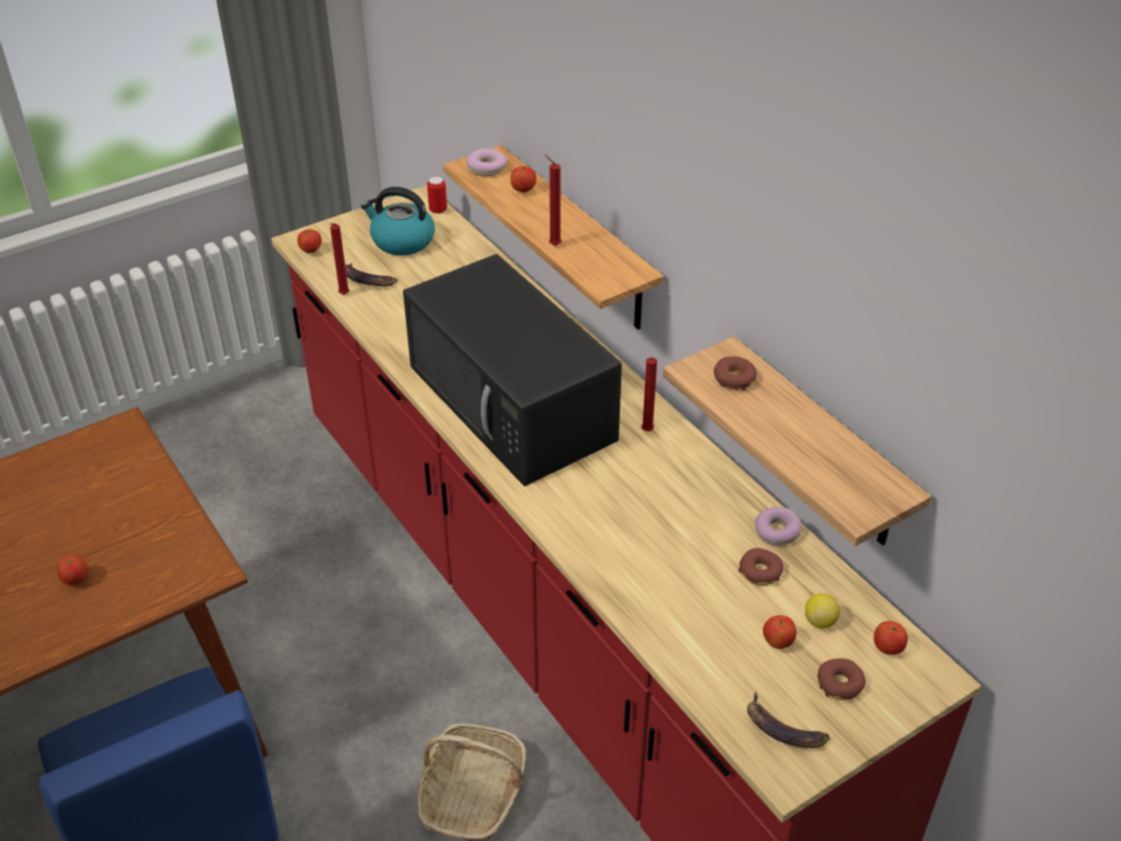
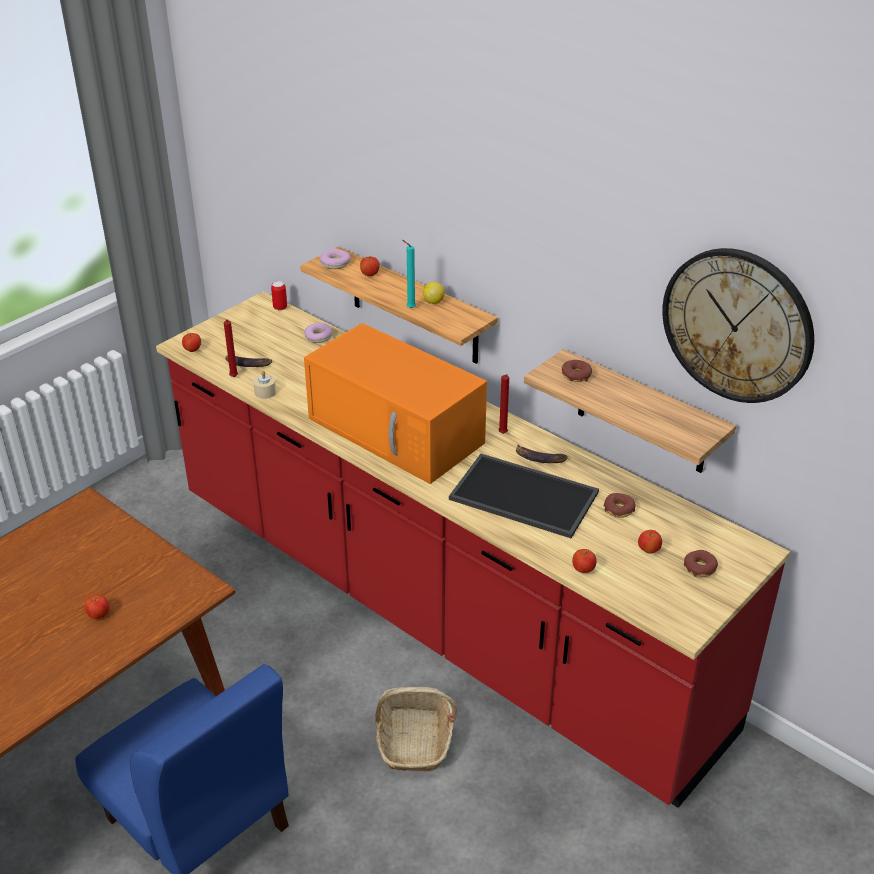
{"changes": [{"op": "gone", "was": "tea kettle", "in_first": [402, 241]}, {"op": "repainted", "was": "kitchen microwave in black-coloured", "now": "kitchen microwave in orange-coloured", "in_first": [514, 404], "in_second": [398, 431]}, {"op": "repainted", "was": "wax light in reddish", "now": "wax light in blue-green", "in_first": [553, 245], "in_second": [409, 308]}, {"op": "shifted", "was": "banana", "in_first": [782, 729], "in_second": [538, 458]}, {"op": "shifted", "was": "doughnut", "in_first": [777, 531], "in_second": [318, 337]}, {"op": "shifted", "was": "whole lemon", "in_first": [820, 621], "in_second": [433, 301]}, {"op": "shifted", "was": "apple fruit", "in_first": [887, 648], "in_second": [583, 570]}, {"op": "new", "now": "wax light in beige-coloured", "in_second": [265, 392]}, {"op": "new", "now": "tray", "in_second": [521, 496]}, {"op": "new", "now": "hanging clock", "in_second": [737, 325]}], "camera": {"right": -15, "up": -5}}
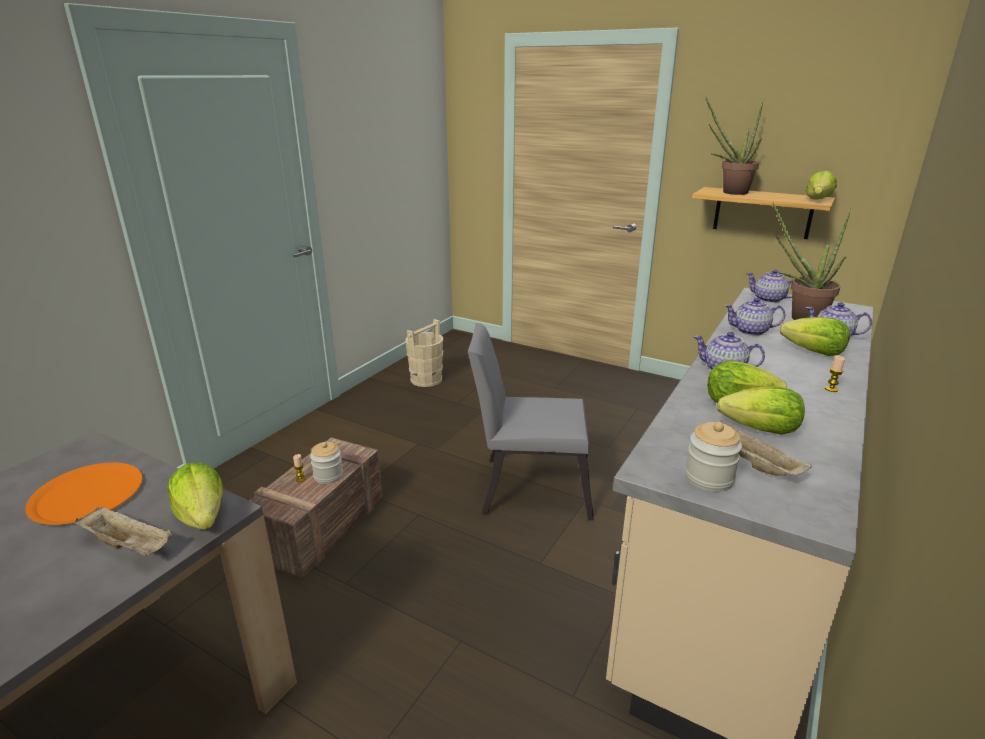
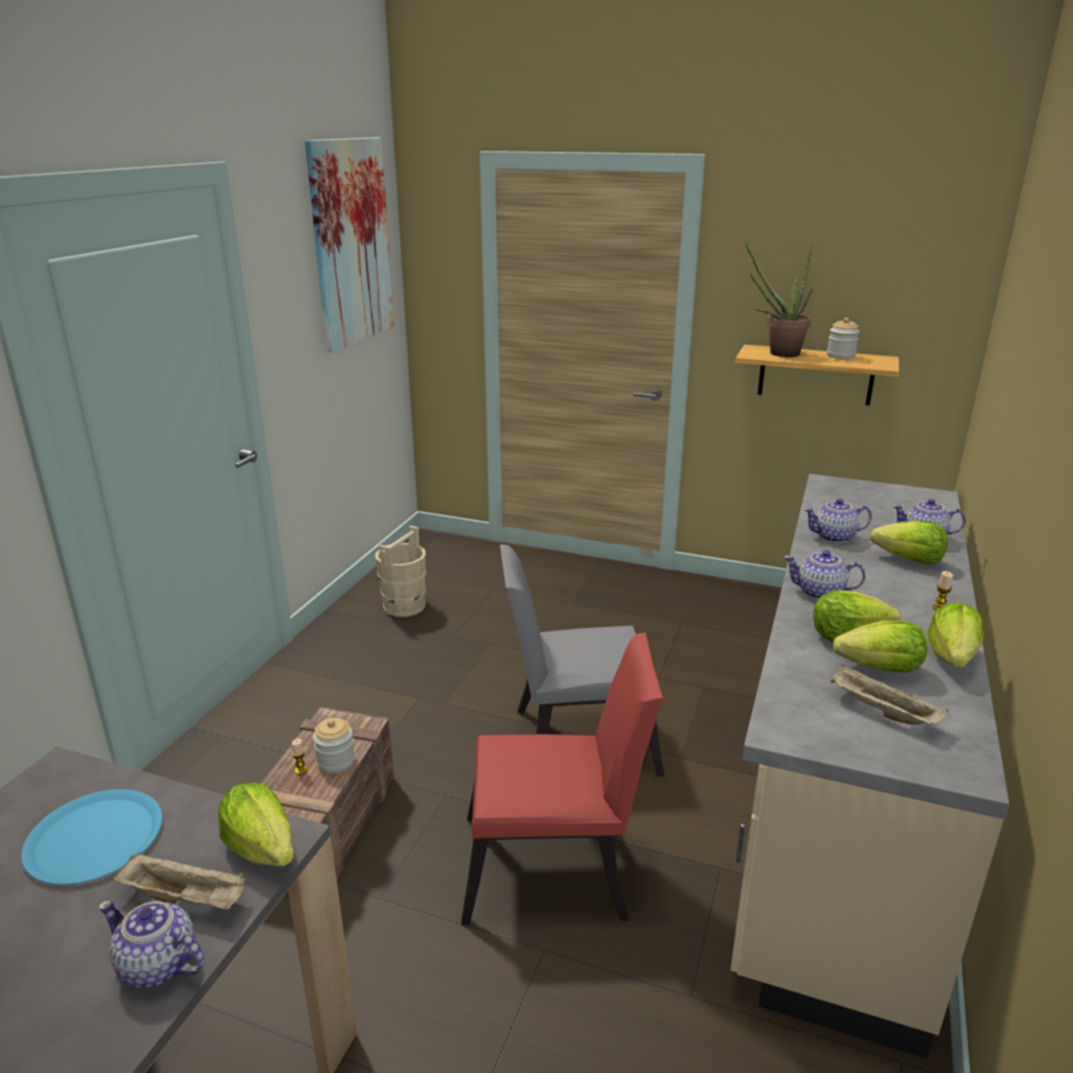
{"changes": [{"op": "repainted", "was": "plate in orange-coloured", "now": "plate in blue", "in_first": [87, 495], "in_second": [95, 838]}, {"op": "shifted", "was": "storage jar", "in_first": [709, 478], "in_second": [840, 356]}, {"op": "shifted", "was": "tea pot", "in_first": [769, 299], "in_second": [158, 965]}, {"op": "gone", "was": "potted plant", "in_first": [799, 318]}, {"op": "shifted", "was": "head of lettuce", "in_first": [818, 200], "in_second": [952, 657]}, {"op": "new", "now": "picture", "in_second": [351, 243]}, {"op": "new", "now": "chair in reddish", "in_second": [556, 867]}], "camera": {"right": -10, "up": 0}}
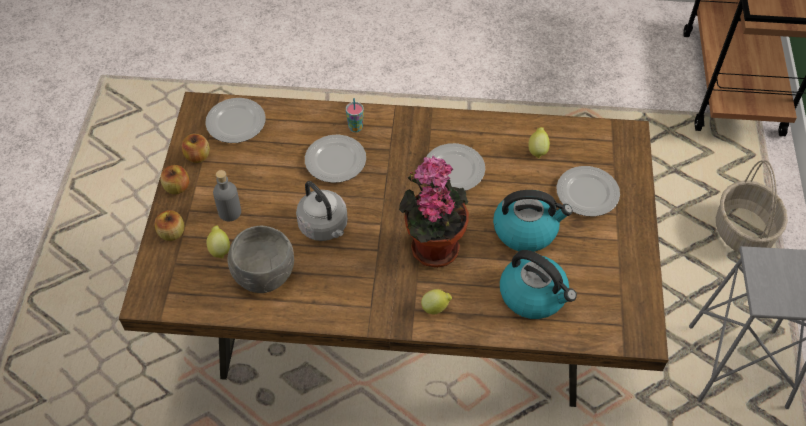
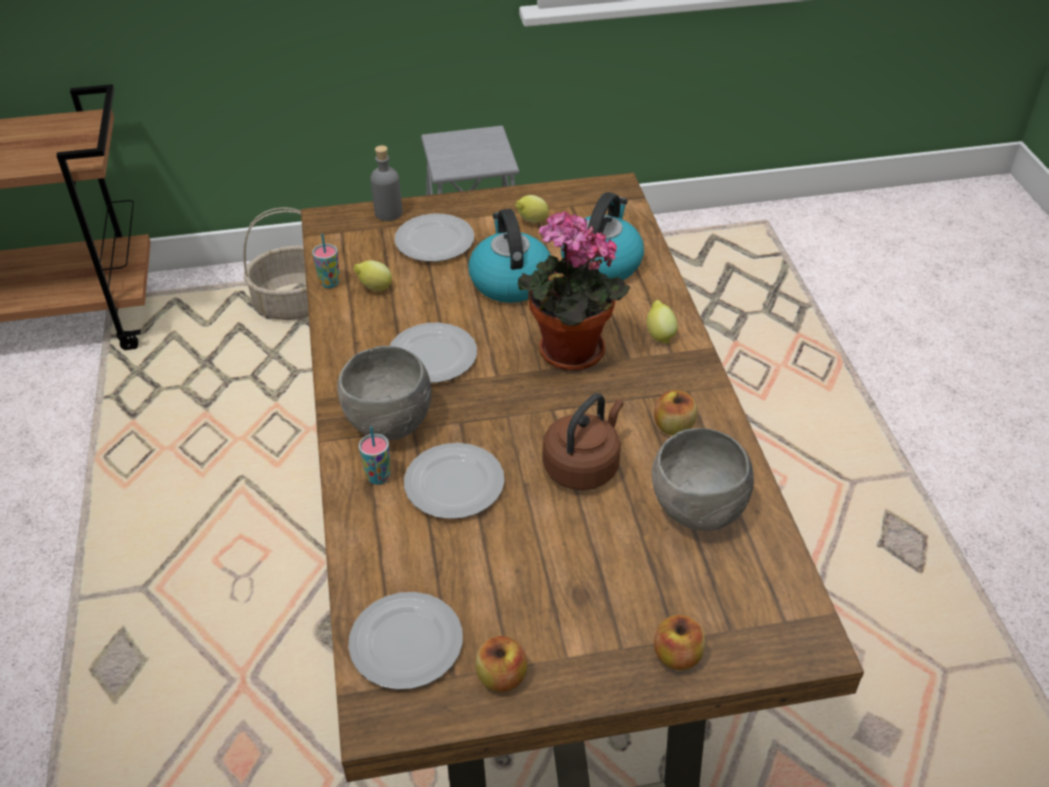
{"changes": [{"op": "shifted", "was": "apple fruit", "in_first": [177, 187], "in_second": [673, 427]}, {"op": "shifted", "was": "whole lemon", "in_first": [220, 249], "in_second": [531, 221]}, {"op": "shifted", "was": "bottle in greyish", "in_first": [230, 212], "in_second": [388, 213]}, {"op": "repainted", "was": "tea kettle in greyish", "now": "tea kettle in brownish", "in_first": [325, 227], "in_second": [583, 466]}, {"op": "new", "now": "cup", "in_second": [330, 283]}, {"op": "new", "now": "bowl in greyish", "in_second": [388, 424]}], "camera": {"right": -105, "up": -10}}
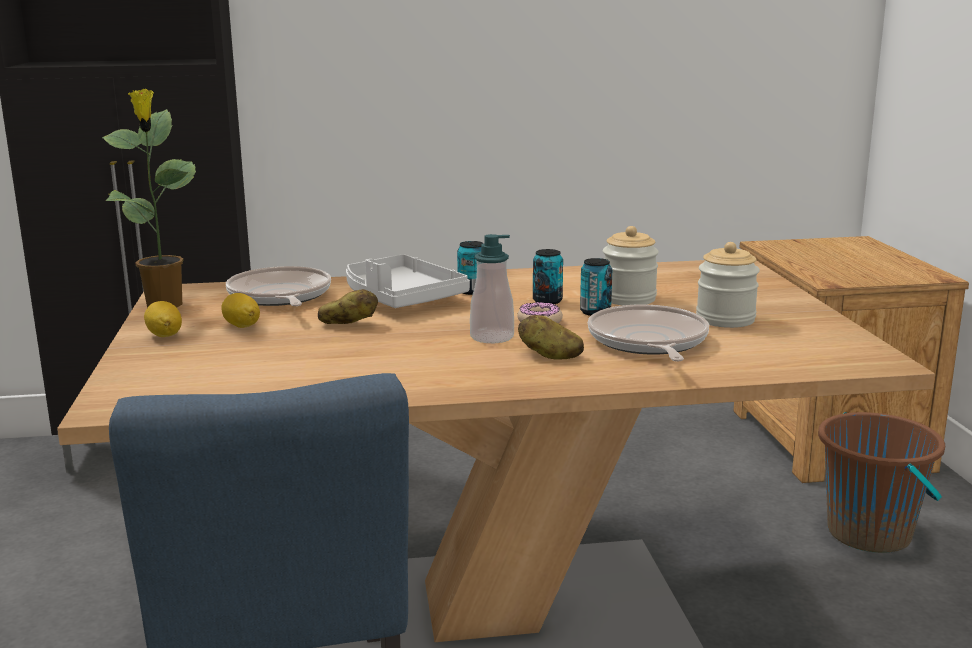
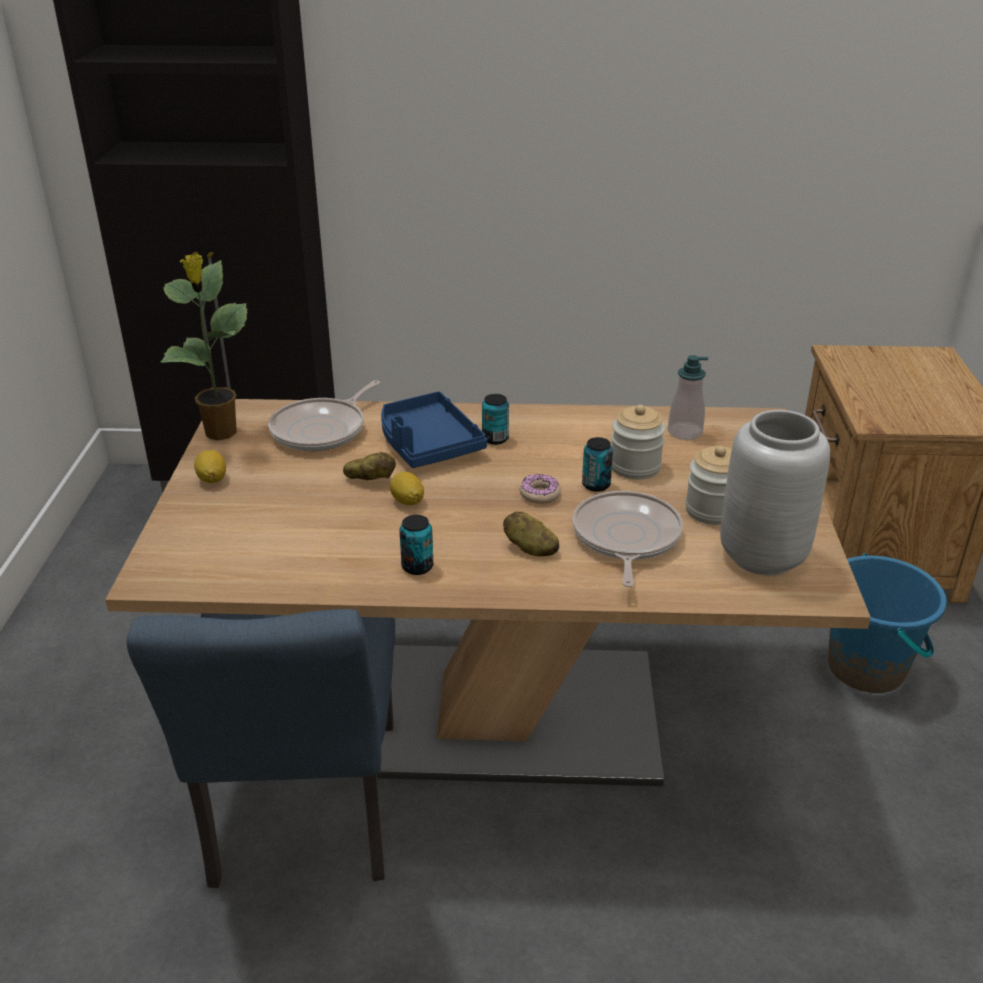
{"changes": [{"op": "shifted", "was": "whole lemon", "in_first": [242, 326], "in_second": [407, 501]}, {"op": "rotated", "was": "pan", "in_first": [280, 297], "in_second": [322, 430], "clockwise": -135}, {"op": "repainted", "was": "tray in greyish", "now": "tray in blue", "in_first": [400, 298], "in_second": [427, 444]}, {"op": "shifted", "was": "soap bottle", "in_first": [492, 337], "in_second": [684, 432]}, {"op": "shifted", "was": "metal can", "in_first": [547, 301], "in_second": [417, 567]}, {"op": "repainted", "was": "pail in brownish", "now": "pail in blue", "in_first": [869, 533], "in_second": [867, 668]}, {"op": "new", "now": "decorative vase in greyish", "in_second": [762, 557]}], "camera": {"right": 10, "up": 15}}
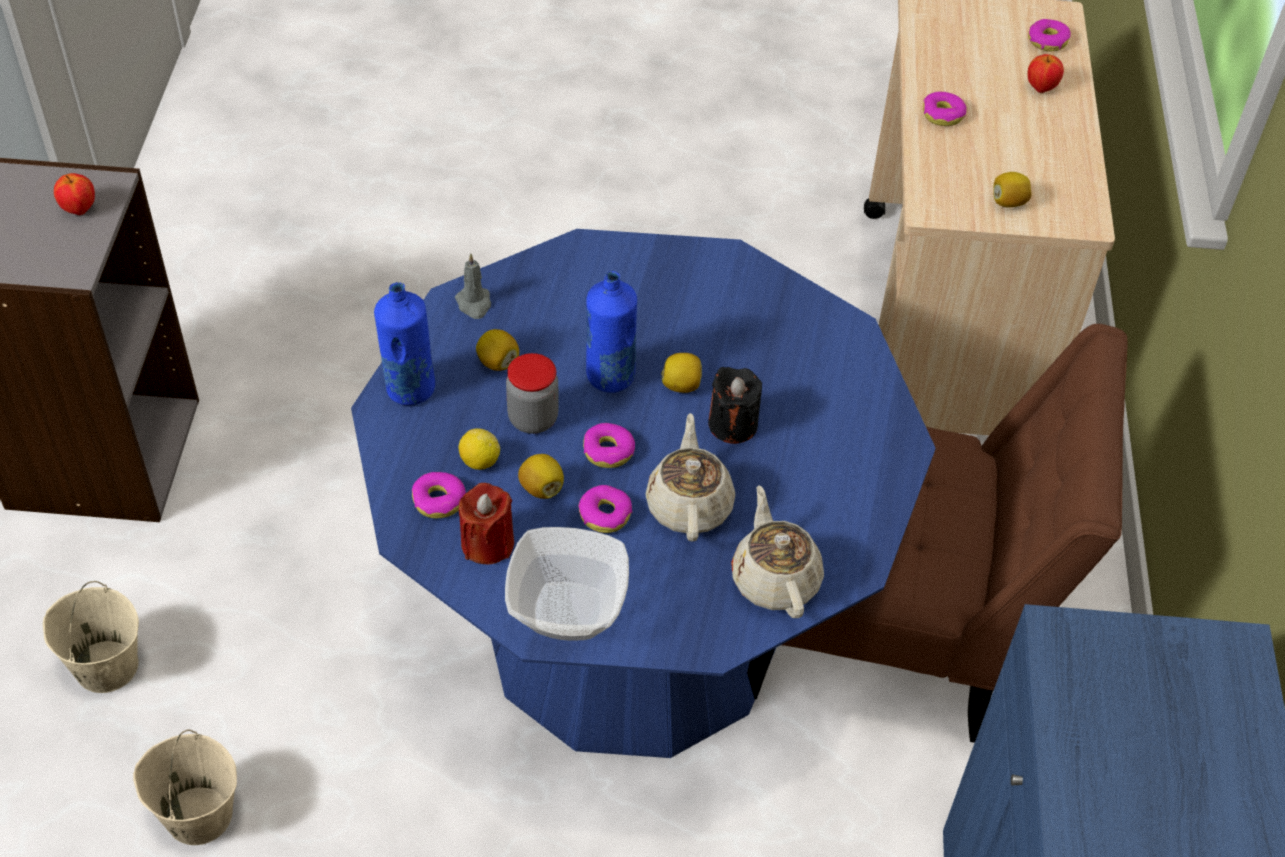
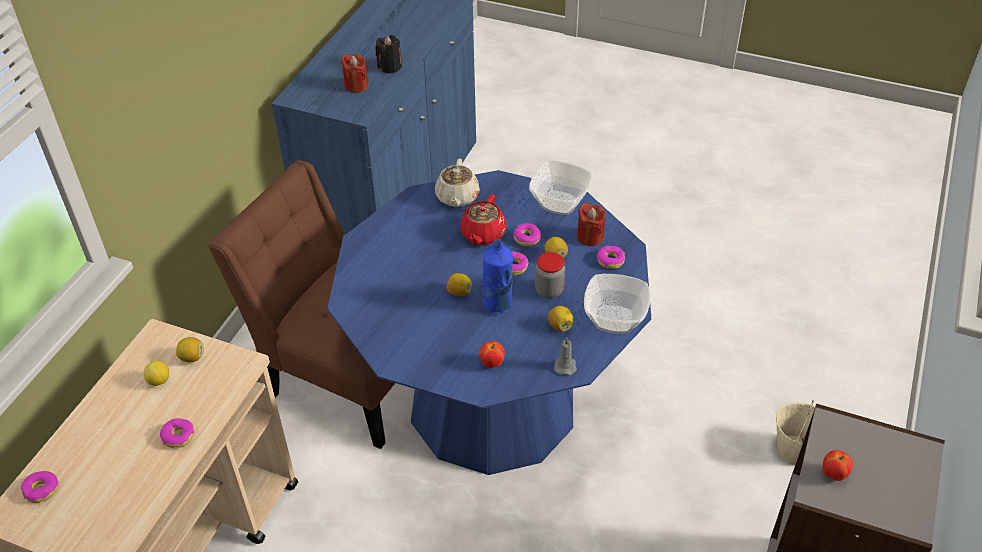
{"changes": [{"op": "gone", "was": "pail in beige-coloured", "in_first": [198, 815]}, {"op": "swapped", "was": "bottle in blue", "now": "bowl", "in_first": [410, 389], "in_second": [615, 320]}, {"op": "shifted", "was": "whole lemon", "in_first": [479, 461], "in_second": [159, 381]}, {"op": "repainted", "was": "tea pot in beige-coloured", "now": "tea pot in reddish", "in_first": [689, 504], "in_second": [483, 234]}, {"op": "shifted", "was": "wax light in black-coloured", "in_first": [732, 424], "in_second": [390, 66]}, {"op": "shifted", "was": "apple fruit", "in_first": [1041, 88], "in_second": [492, 363]}, {"op": "new", "now": "wax light in reddish", "in_second": [356, 85]}], "camera": {"right": -160, "up": -5}}
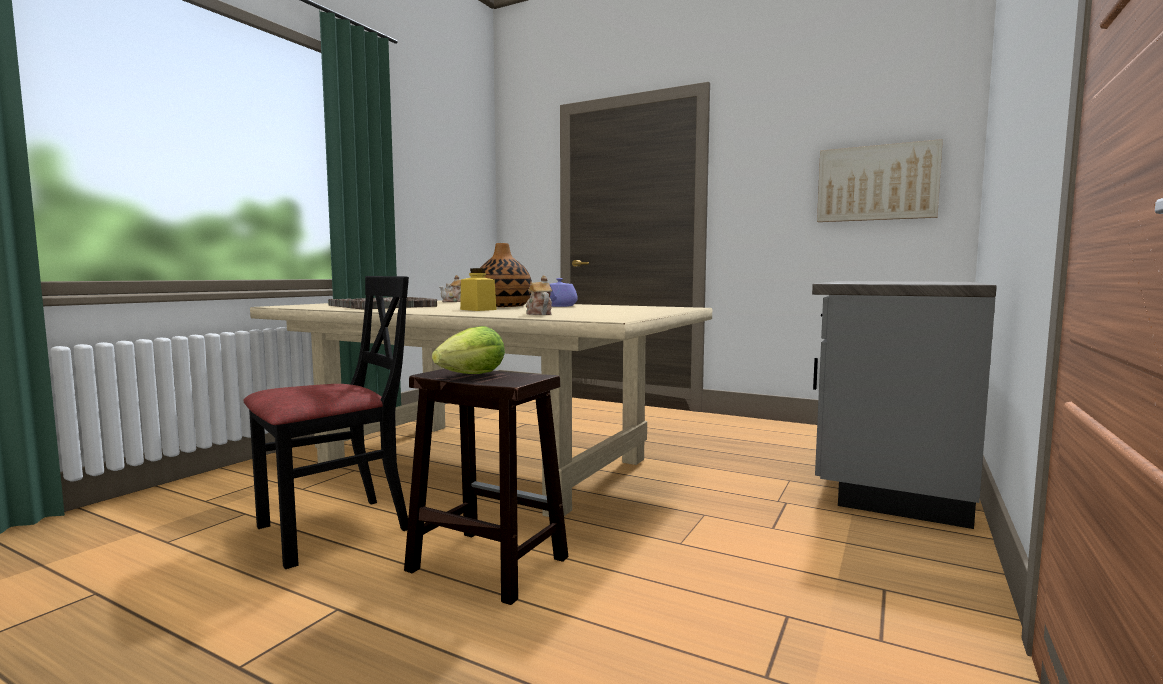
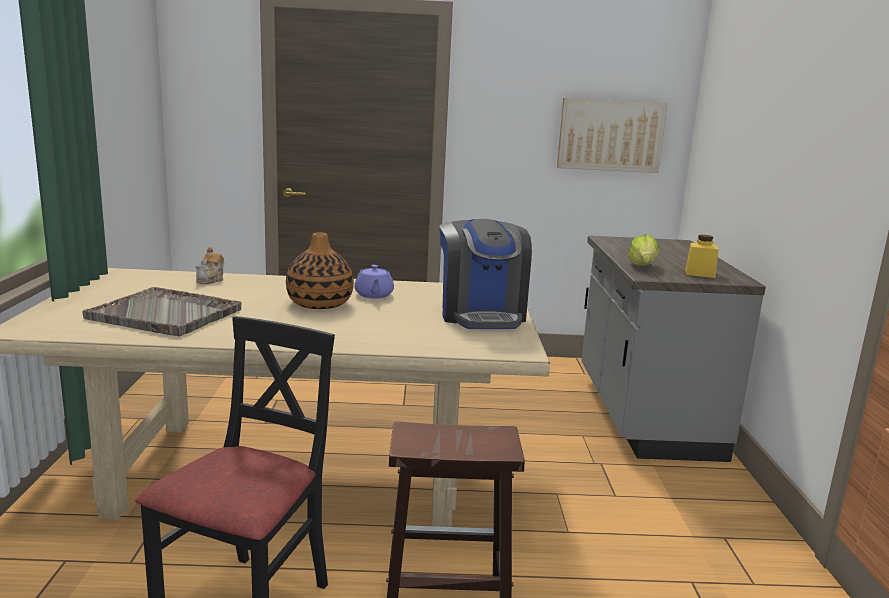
{"changes": [{"op": "shifted", "was": "head of lettuce", "in_first": [472, 375], "in_second": [642, 266]}, {"op": "shifted", "was": "storage jar in yellow-coloured", "in_first": [478, 309], "in_second": [700, 273]}, {"op": "gone", "was": "tea pot", "in_first": [538, 314]}, {"op": "new", "now": "coffee machine", "in_second": [481, 314]}], "camera": {"right": -30, "up": 10}}
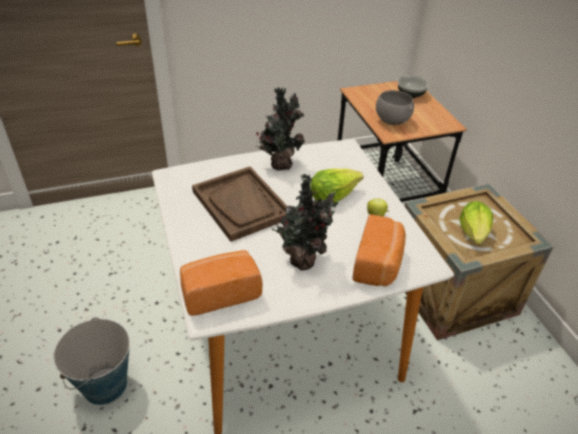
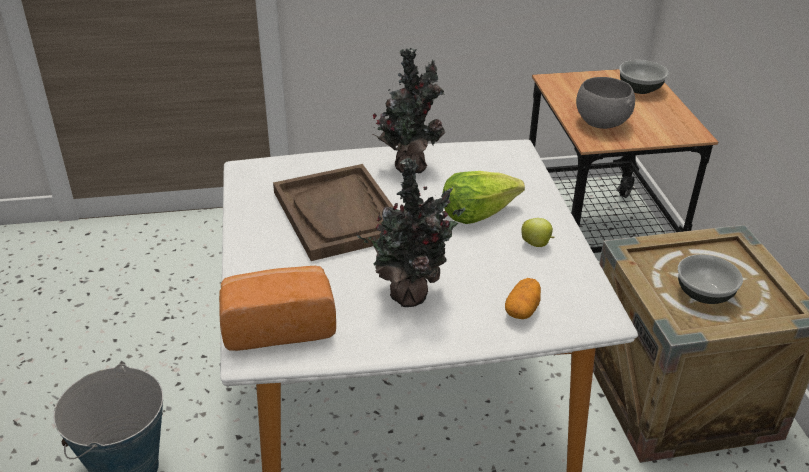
{"changes": [{"op": "swapped", "was": "bread", "now": "spud", "in_first": [378, 264], "in_second": [522, 309]}, {"op": "swapped", "was": "head of lettuce", "now": "bowl", "in_first": [474, 233], "in_second": [704, 294]}], "camera": {"right": 10, "up": -5}}
